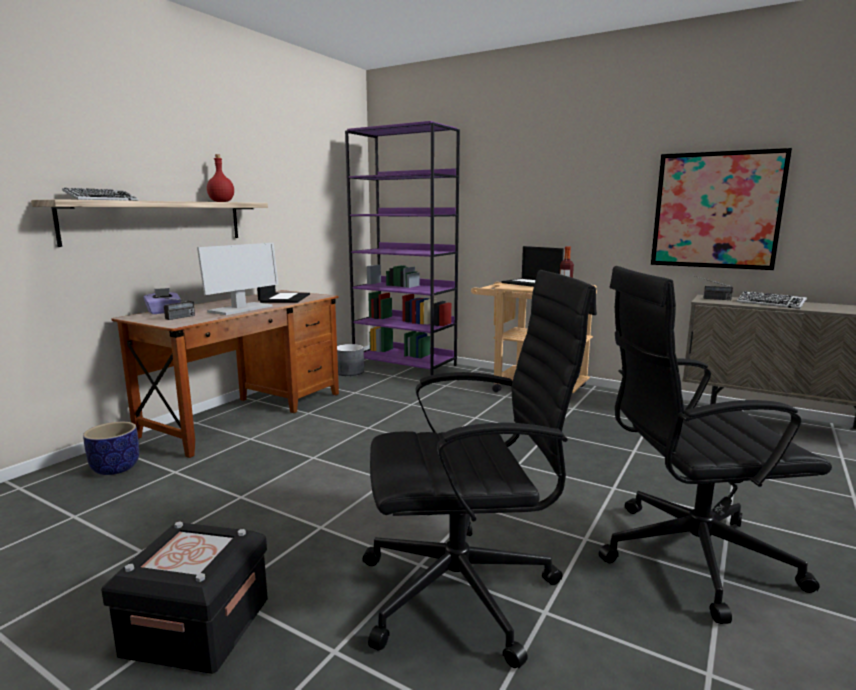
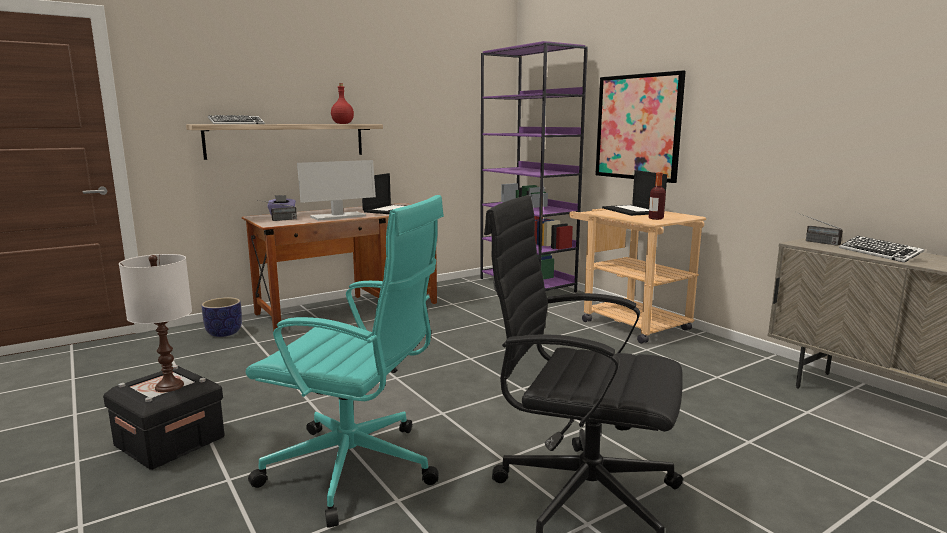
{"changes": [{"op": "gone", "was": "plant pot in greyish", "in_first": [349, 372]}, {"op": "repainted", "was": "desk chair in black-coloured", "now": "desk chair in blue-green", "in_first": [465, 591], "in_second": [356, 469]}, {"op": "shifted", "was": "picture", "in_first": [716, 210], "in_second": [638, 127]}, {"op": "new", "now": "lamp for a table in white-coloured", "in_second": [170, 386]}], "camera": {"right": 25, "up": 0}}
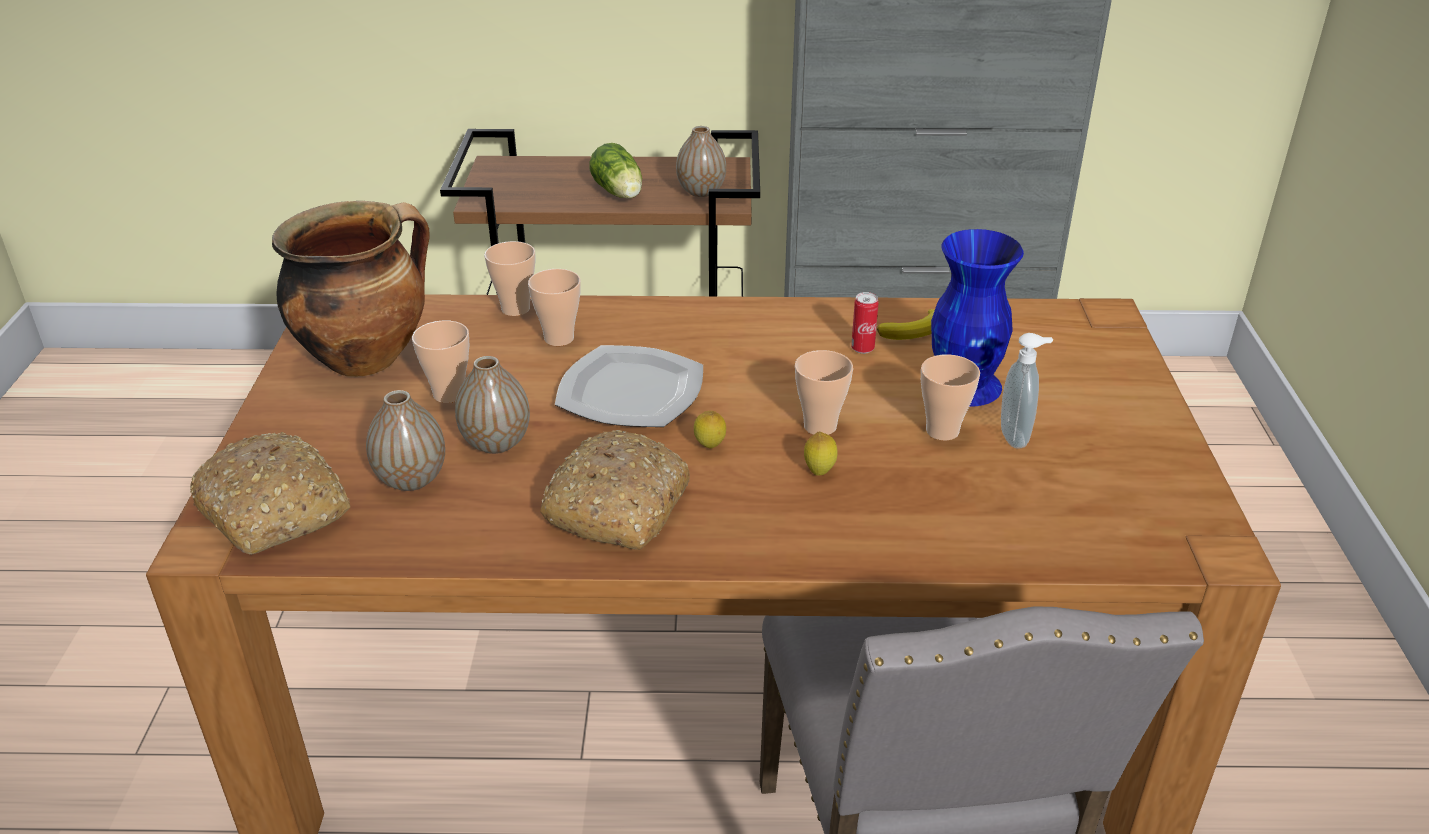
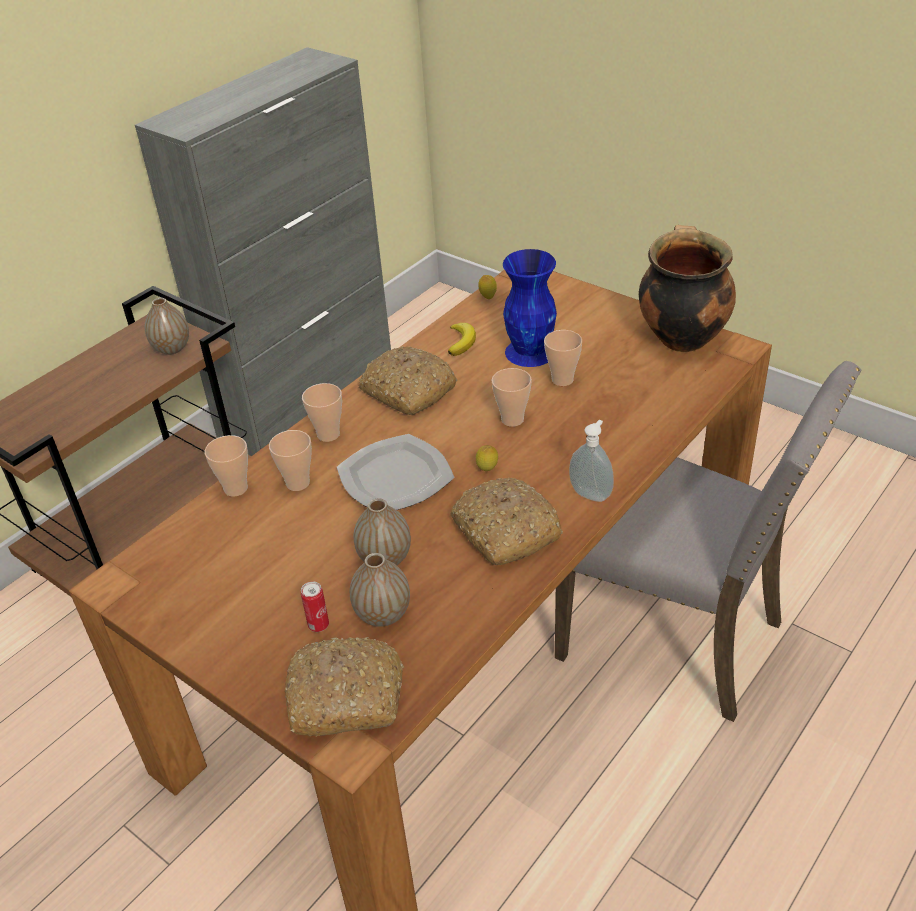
{"changes": [{"op": "shifted", "was": "cooking pot", "in_first": [367, 357], "in_second": [681, 337]}, {"op": "shifted", "was": "cup", "in_first": [449, 394], "in_second": [328, 434]}, {"op": "gone", "was": "head of lettuce", "in_first": [619, 193]}, {"op": "shifted", "was": "whole lemon", "in_first": [819, 471], "in_second": [488, 297]}, {"op": "shifted", "was": "metal can", "in_first": [862, 349], "in_second": [318, 625]}, {"op": "shifted", "was": "soap bottle", "in_first": [1016, 436], "in_second": [591, 493]}, {"op": "new", "now": "bread", "in_second": [407, 391]}], "camera": {"right": -50, "up": 5}}
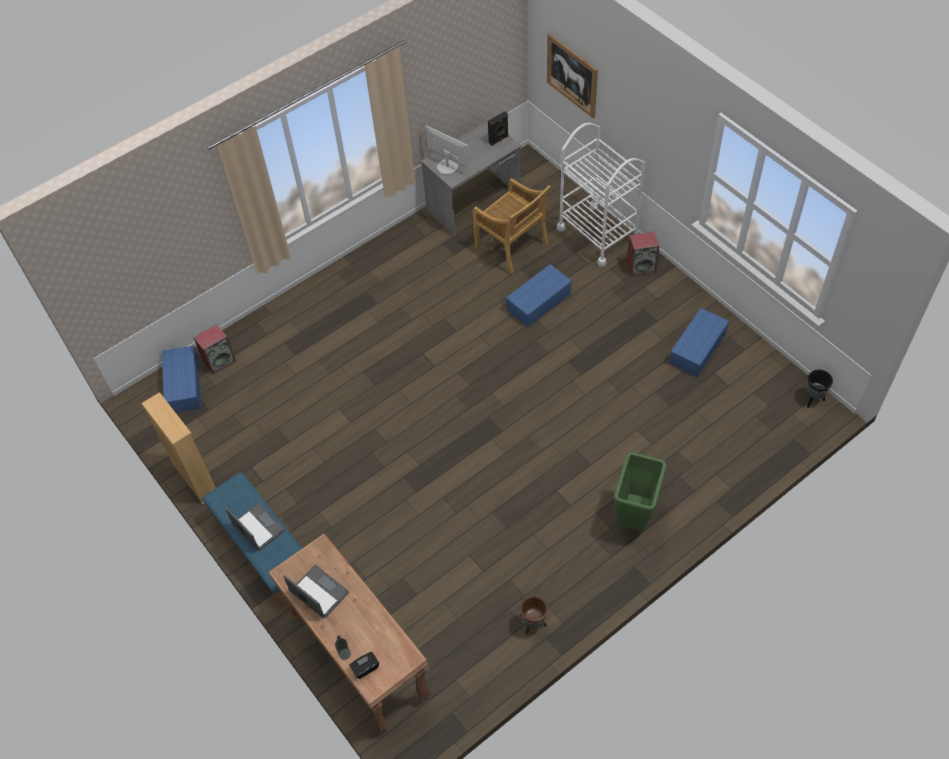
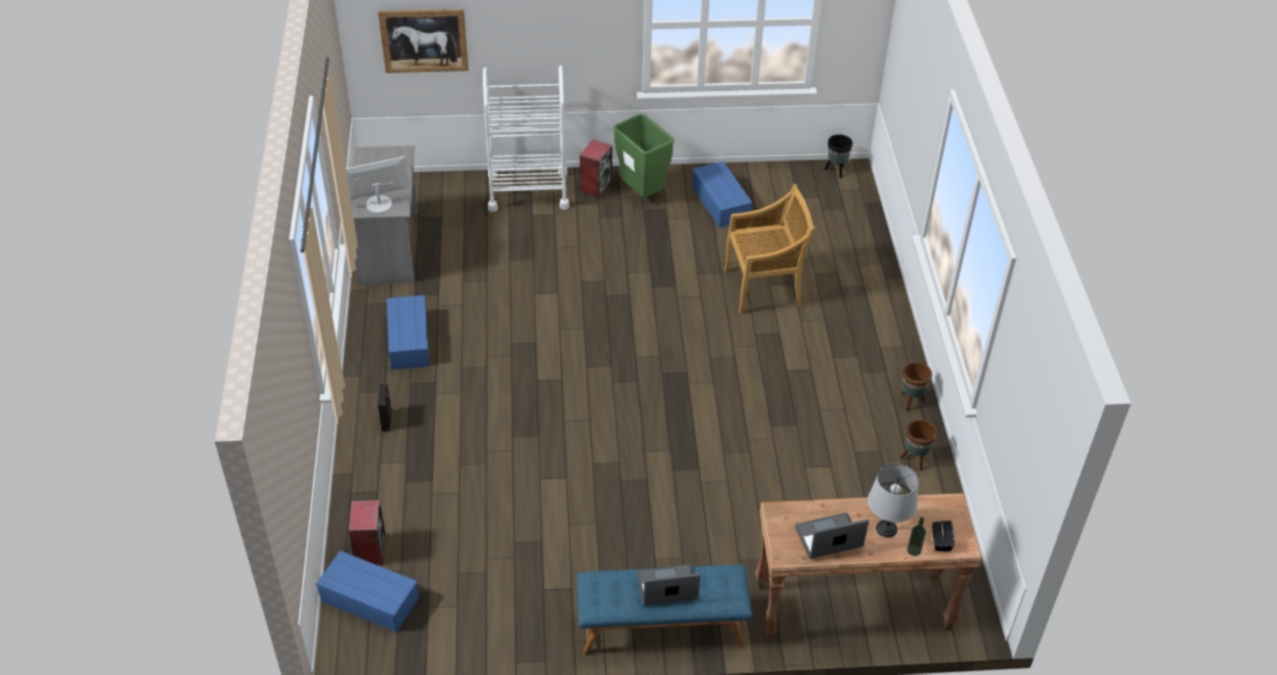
{"changes": [{"op": "gone", "was": "bookcase in beige-coloured", "in_first": [196, 479]}, {"op": "shifted", "was": "chair in beige-coloured", "in_first": [512, 246], "in_second": [764, 287]}, {"op": "shifted", "was": "audio speaker in black-coloured", "in_first": [499, 140], "in_second": [387, 421]}, {"op": "shifted", "was": "storage bin in blue", "in_first": [539, 301], "in_second": [408, 340]}, {"op": "shifted", "was": "waste bin in green", "in_first": [634, 518], "in_second": [642, 194]}, {"op": "new", "now": "lamp for a table in greyish", "in_second": [886, 528]}, {"op": "new", "now": "plant pot in brownish", "in_second": [911, 402]}], "camera": {"right": -60, "up": -10}}
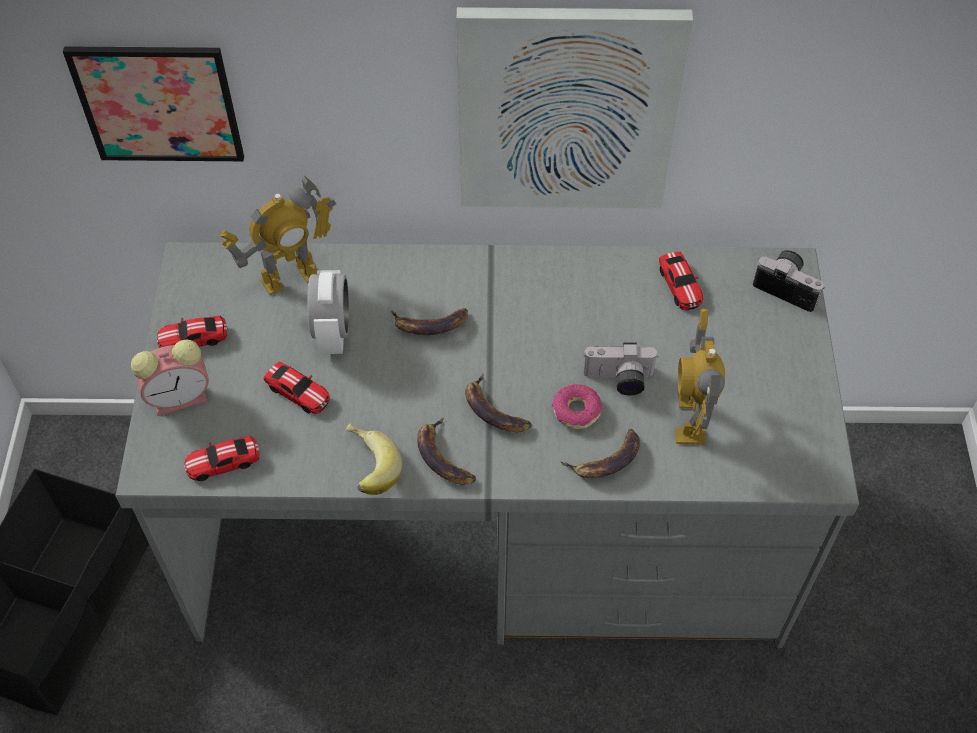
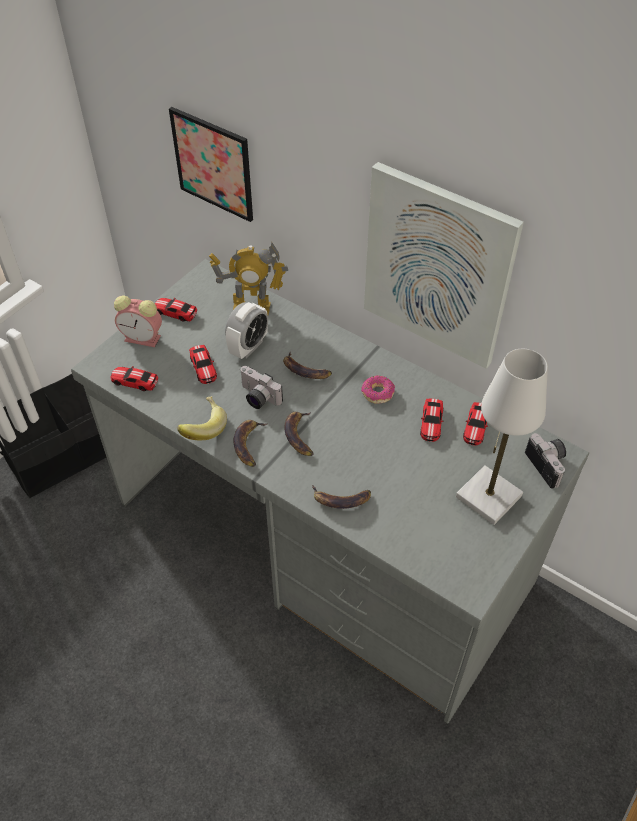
{"changes": [{"op": "shifted", "was": "doughnut", "in_first": [576, 411], "in_second": [377, 393]}, {"op": "shifted", "was": "photo camera", "in_first": [618, 380], "in_second": [257, 398]}, {"op": "gone", "was": "robot figure", "in_first": [690, 419]}, {"op": "new", "now": "model car", "in_second": [431, 422]}, {"op": "new", "now": "lamp for a table in white-coloured", "in_second": [488, 496]}], "camera": {"right": 35, "up": -5}}
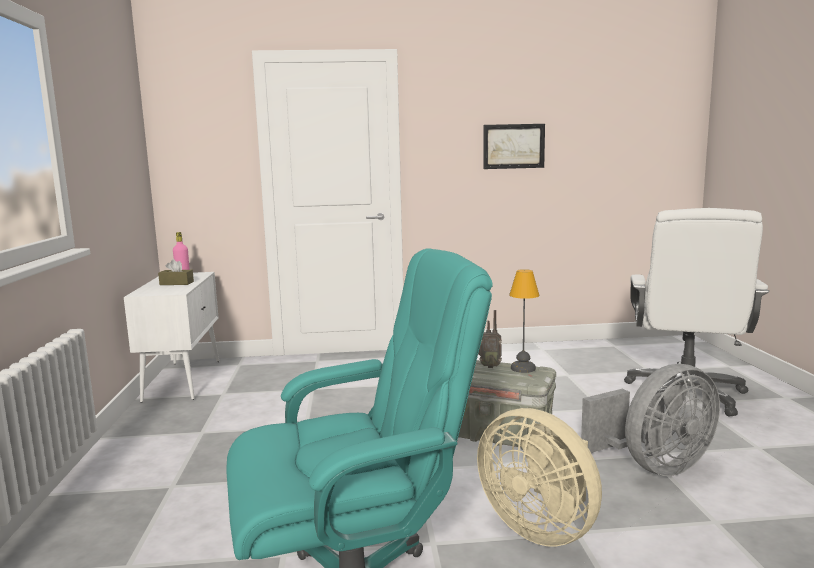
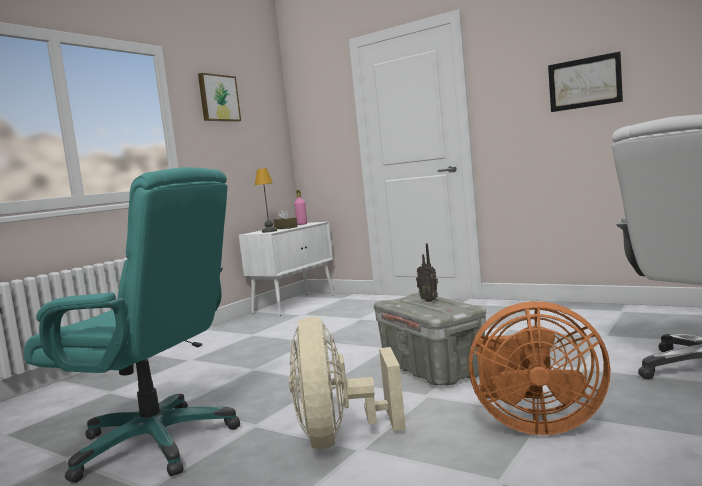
{"changes": [{"op": "shifted", "was": "lamp for a table", "in_first": [522, 368], "in_second": [269, 231]}, {"op": "repainted", "was": "electric fan in greyish", "now": "electric fan in orange-coloured", "in_first": [655, 466], "in_second": [535, 424]}, {"op": "new", "now": "picture", "in_second": [218, 98]}], "camera": {"right": 40, "up": -5}}
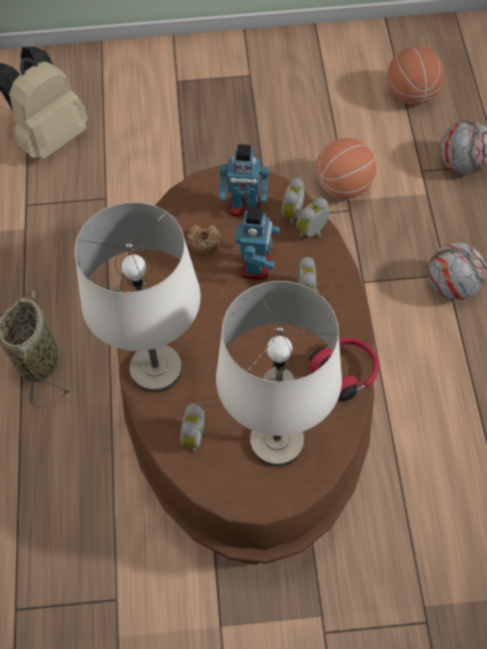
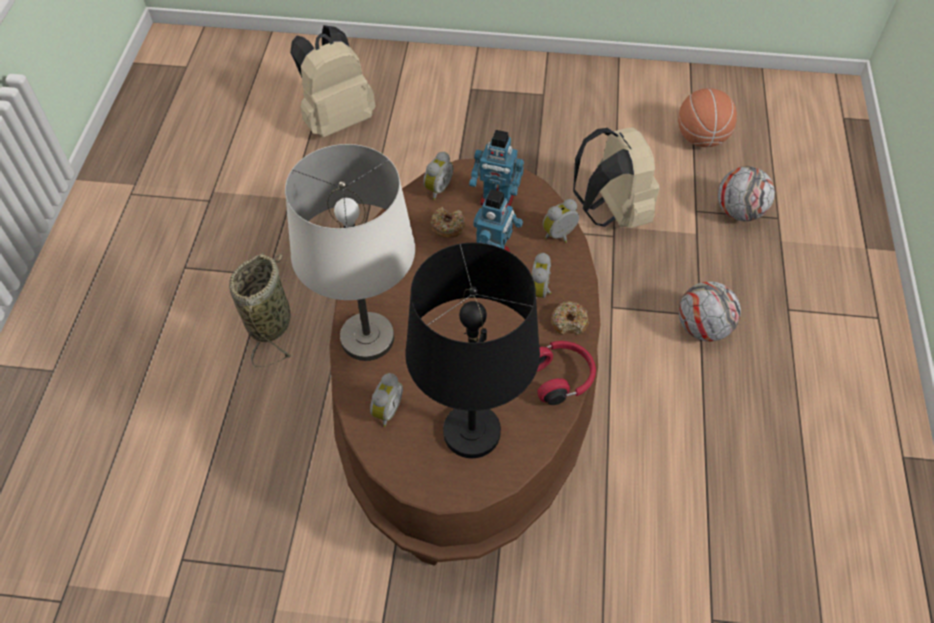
{"changes": [{"op": "repainted", "was": "lamp for a table in white-coloured", "now": "lamp for a table in black-coloured", "in_first": [277, 441], "in_second": [472, 433]}, {"op": "shifted", "was": "alarm clock", "in_first": [290, 213], "in_second": [437, 189]}, {"op": "swapped", "was": "basketball ball", "now": "rucksack in beige-coloured", "in_first": [343, 187], "in_second": [612, 212]}, {"op": "new", "now": "doughnut", "in_second": [569, 322]}], "camera": {"right": 10, "up": -5}}
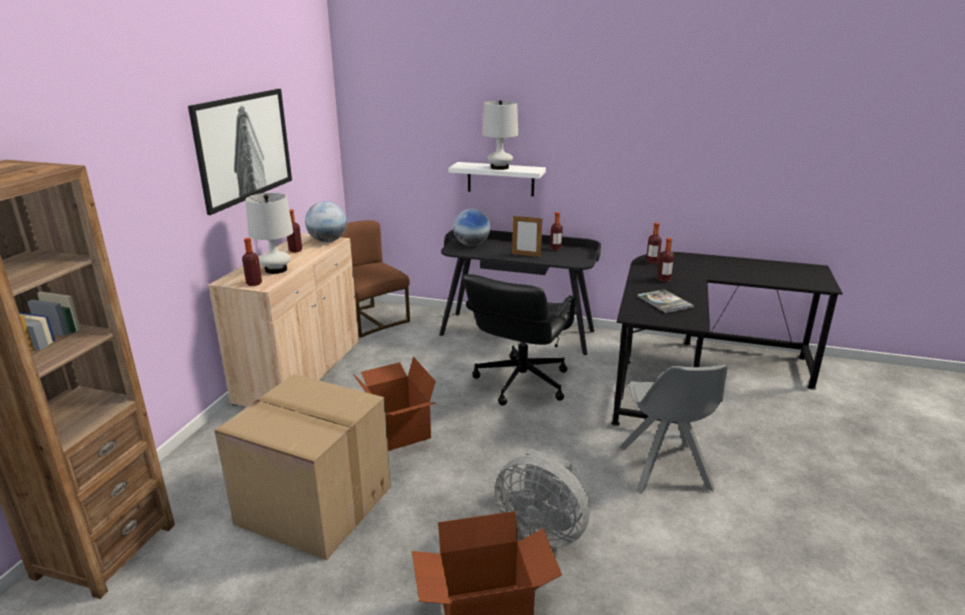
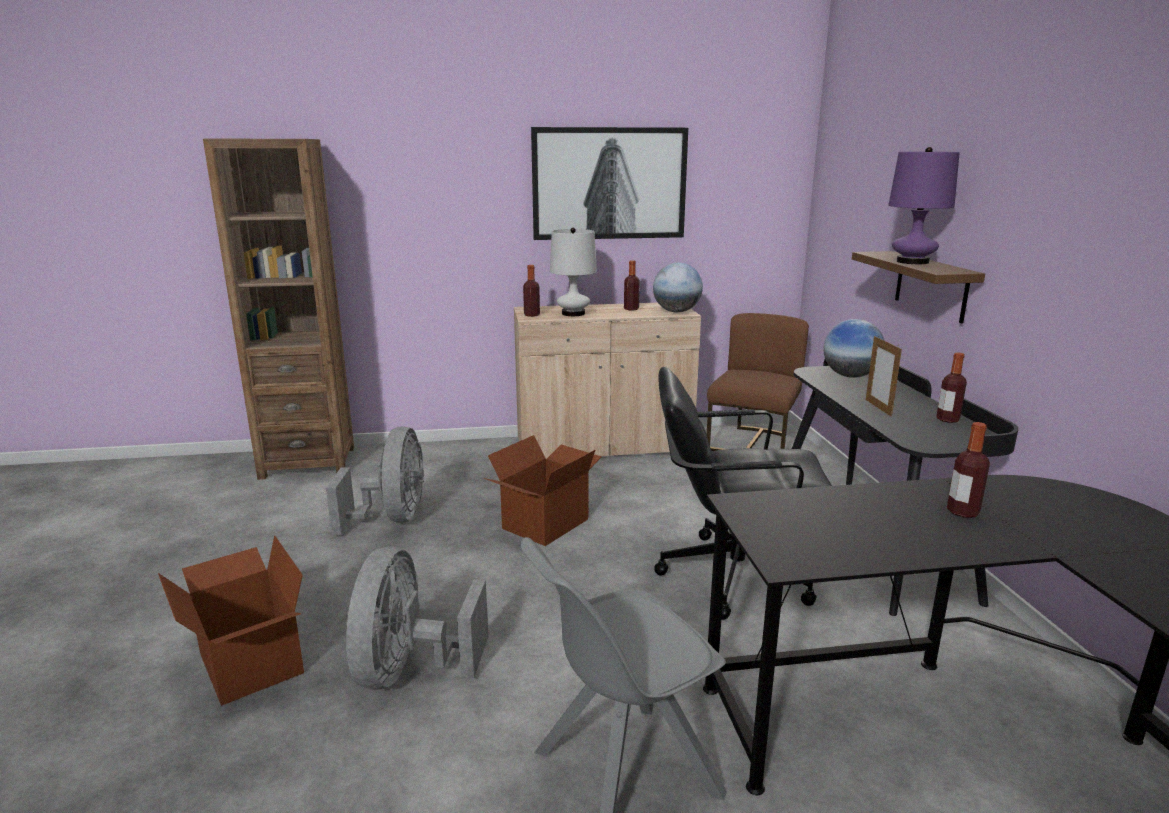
{"changes": [{"op": "swapped", "was": "cardboard box", "now": "electric fan in greyish", "in_first": [312, 505], "in_second": [392, 518]}, {"op": "repainted", "was": "shelf in white-coloured", "now": "shelf in brownish", "in_first": [500, 179], "in_second": [931, 286]}, {"op": "repainted", "was": "lamp for a table in white-coloured", "now": "lamp for a table in purple", "in_first": [499, 167], "in_second": [912, 262]}, {"op": "gone", "was": "book", "in_first": [664, 302]}, {"op": "gone", "was": "bottle", "in_first": [652, 261]}], "camera": {"right": 65, "up": -5}}
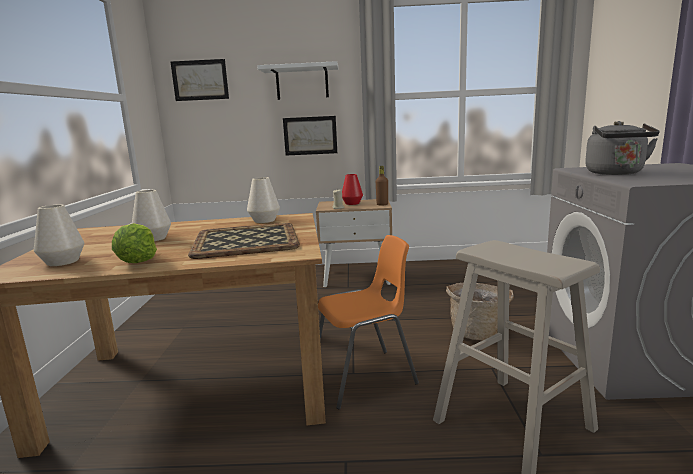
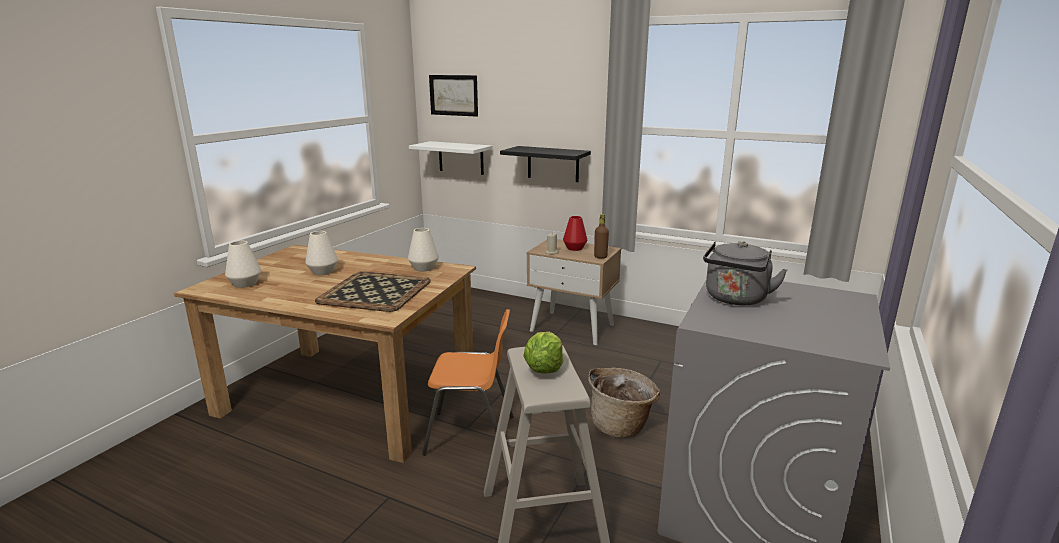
{"changes": [{"op": "shifted", "was": "head of lettuce", "in_first": [138, 261], "in_second": [544, 368]}, {"op": "shifted", "was": "shelf in white-coloured", "in_first": [302, 83], "in_second": [461, 158]}, {"op": "swapped", "was": "picture", "now": "shelf in black-coloured", "in_first": [310, 135], "in_second": [553, 164]}], "camera": {"right": 25, "up": 5}}
